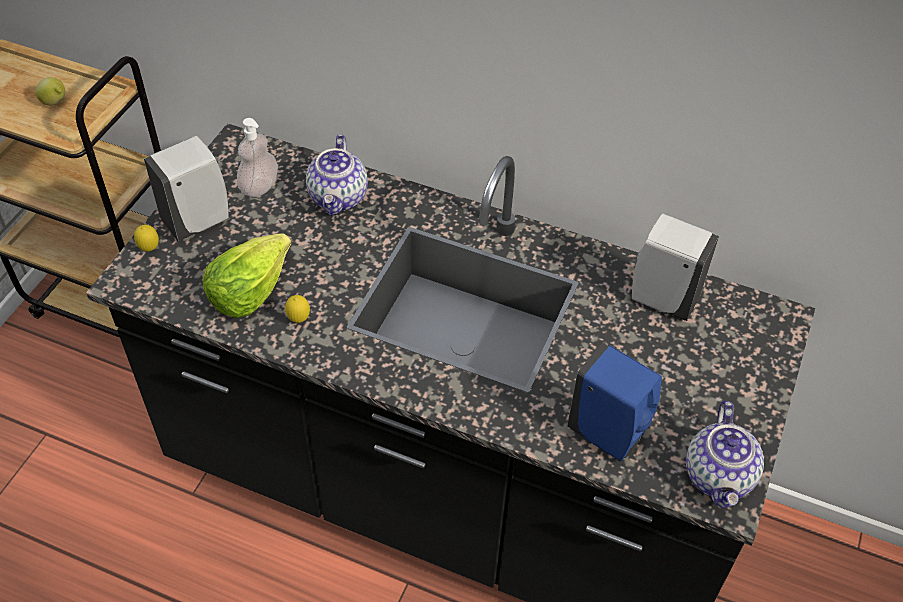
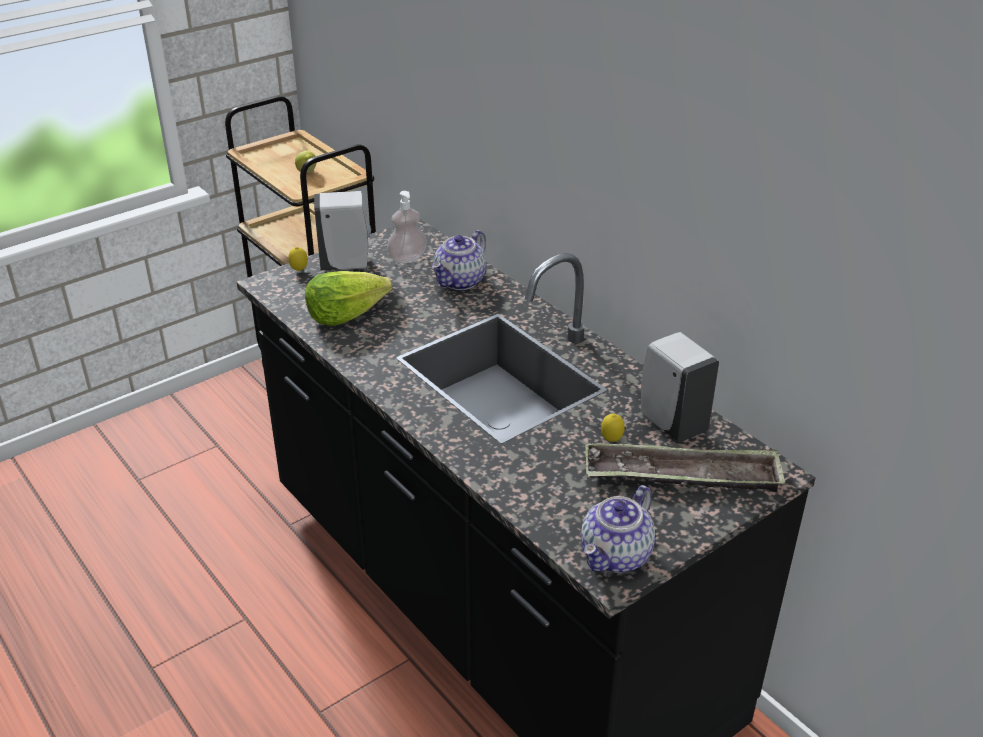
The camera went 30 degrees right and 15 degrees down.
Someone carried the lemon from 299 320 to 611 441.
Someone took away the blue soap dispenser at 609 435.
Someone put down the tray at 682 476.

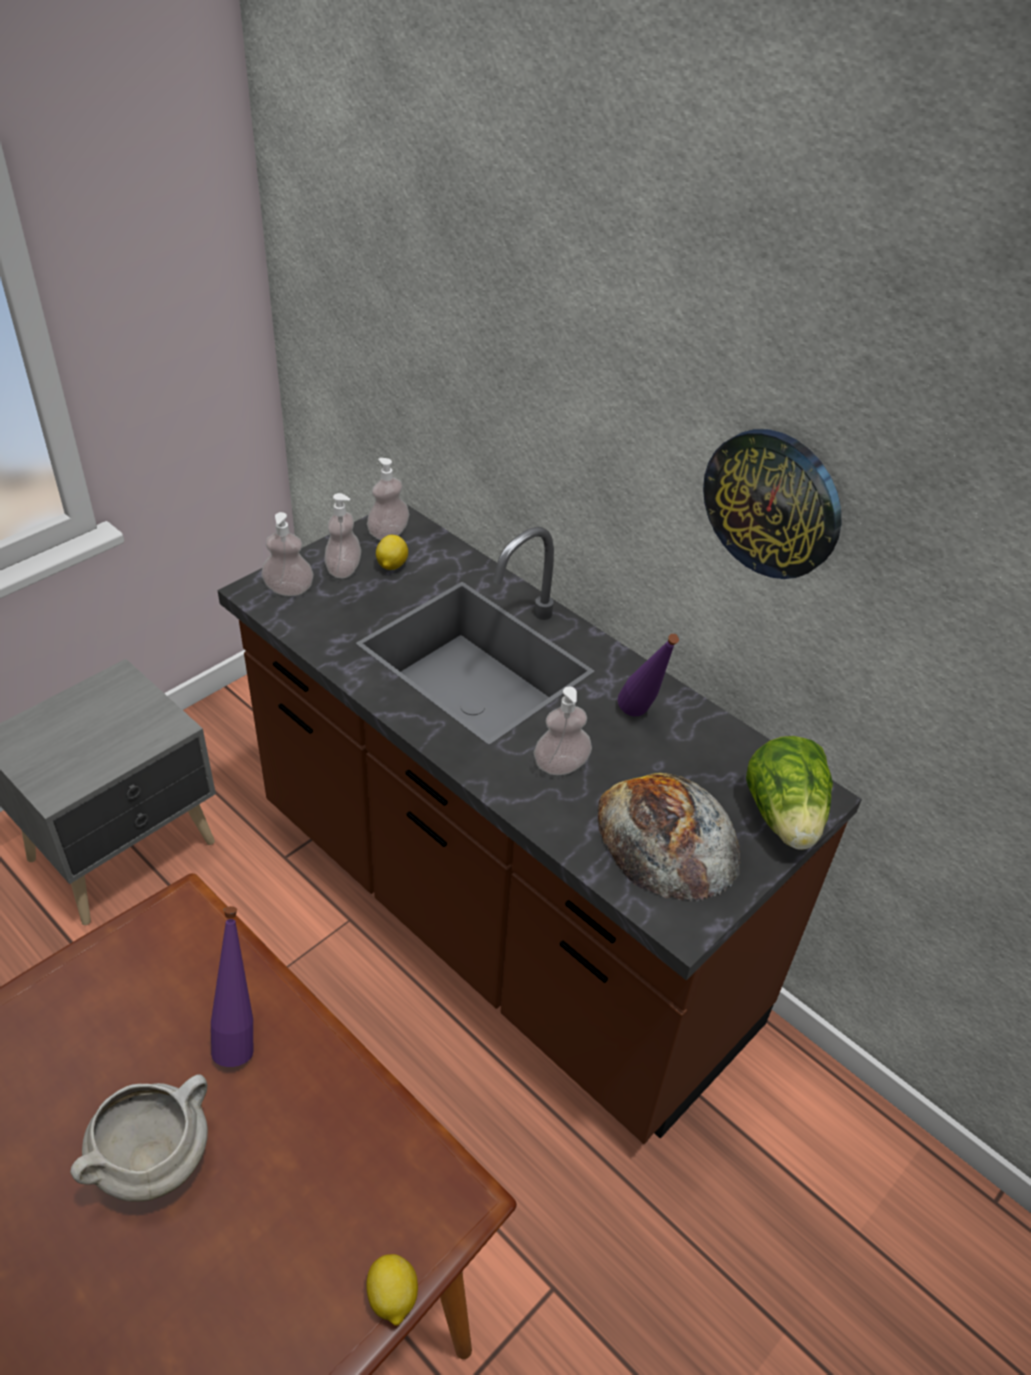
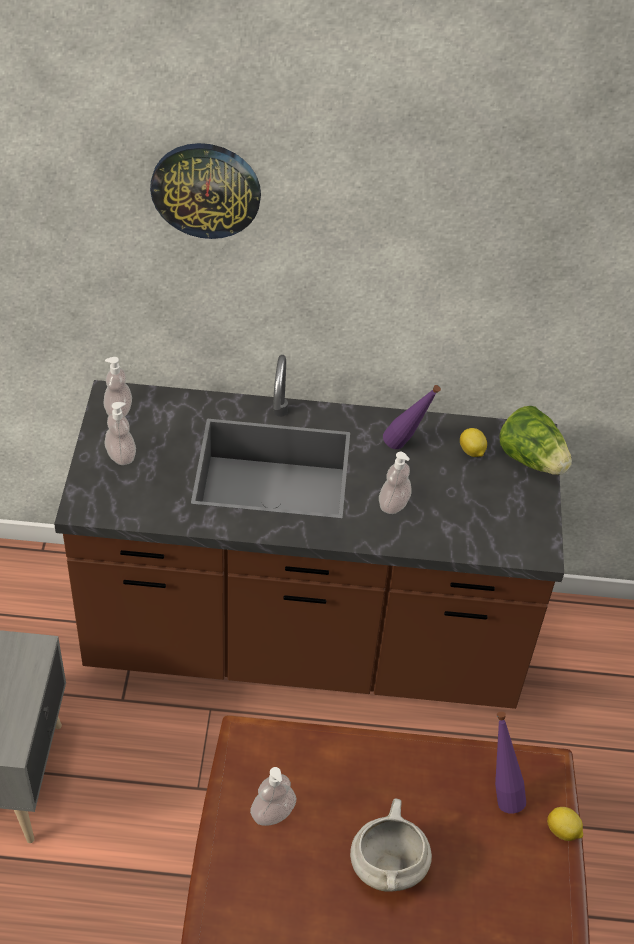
The camera went 40 degrees left and 5 degrees up.
Someone carried the purple bottle from 240 1034 to 500 792.
Someone carried the soap dispenser from 289 589 to 273 813.
Someone carried the lemon from 391 565 to 472 452.
Someone took away the bread at 667 836.
Someone carried the wall clock from 773 503 to 206 189.

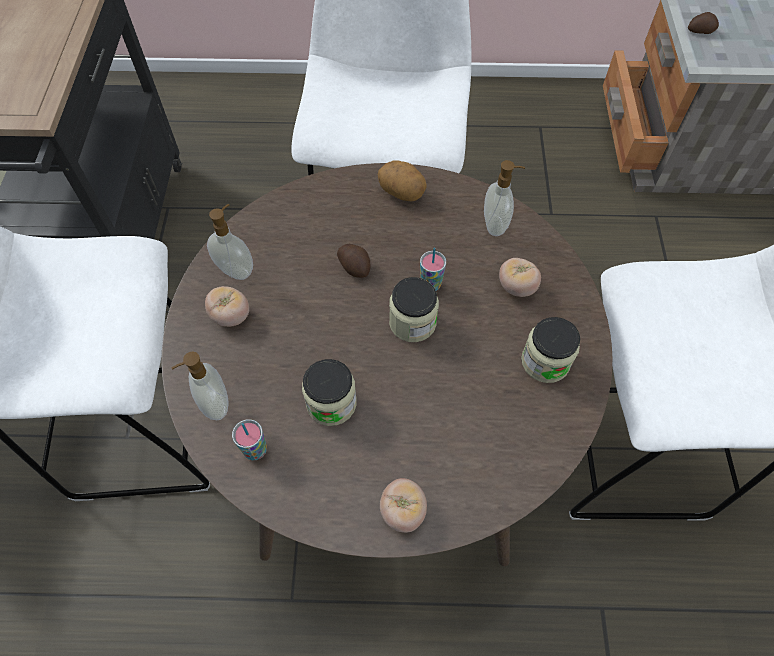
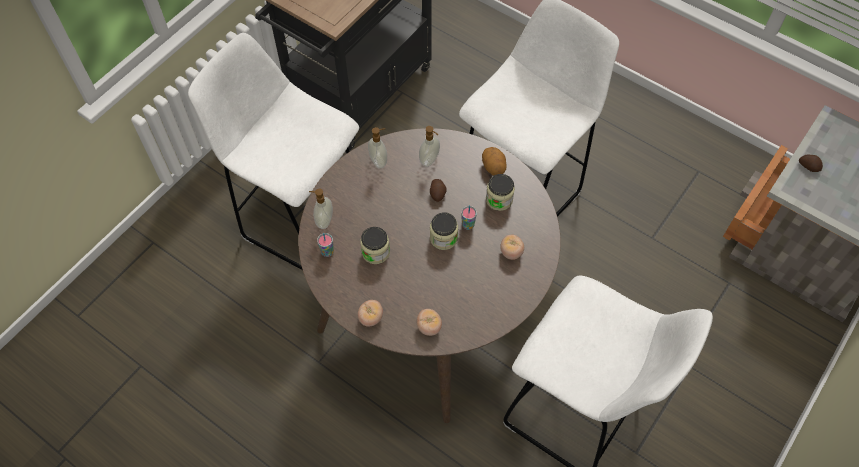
The camera went 35 degrees right and 0 degrees up.
Someone carried the tomato from 231 316 to 429 327.
Someone carried the soap dispenser from 496 225 to 430 160.
Someone carried the jar from 545 361 to 499 199.

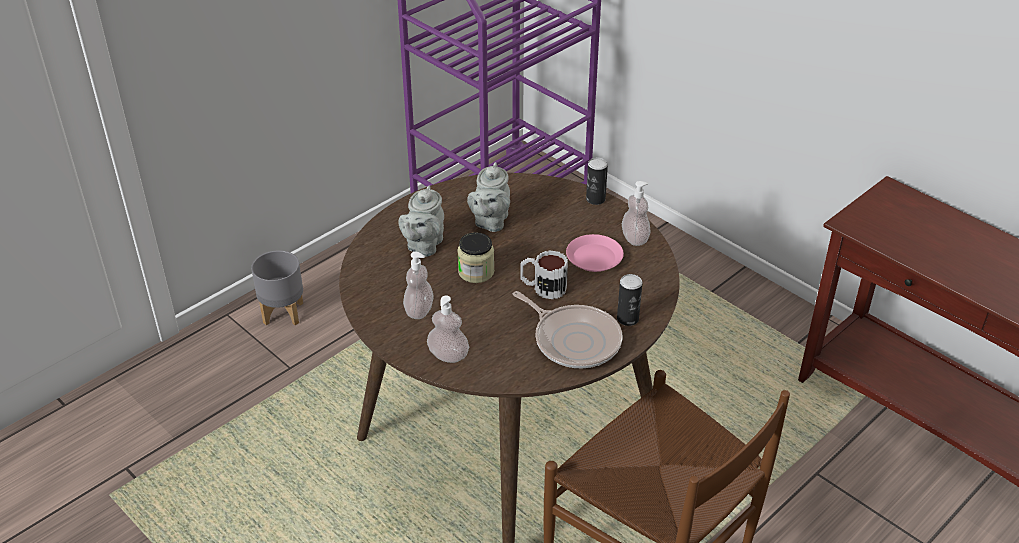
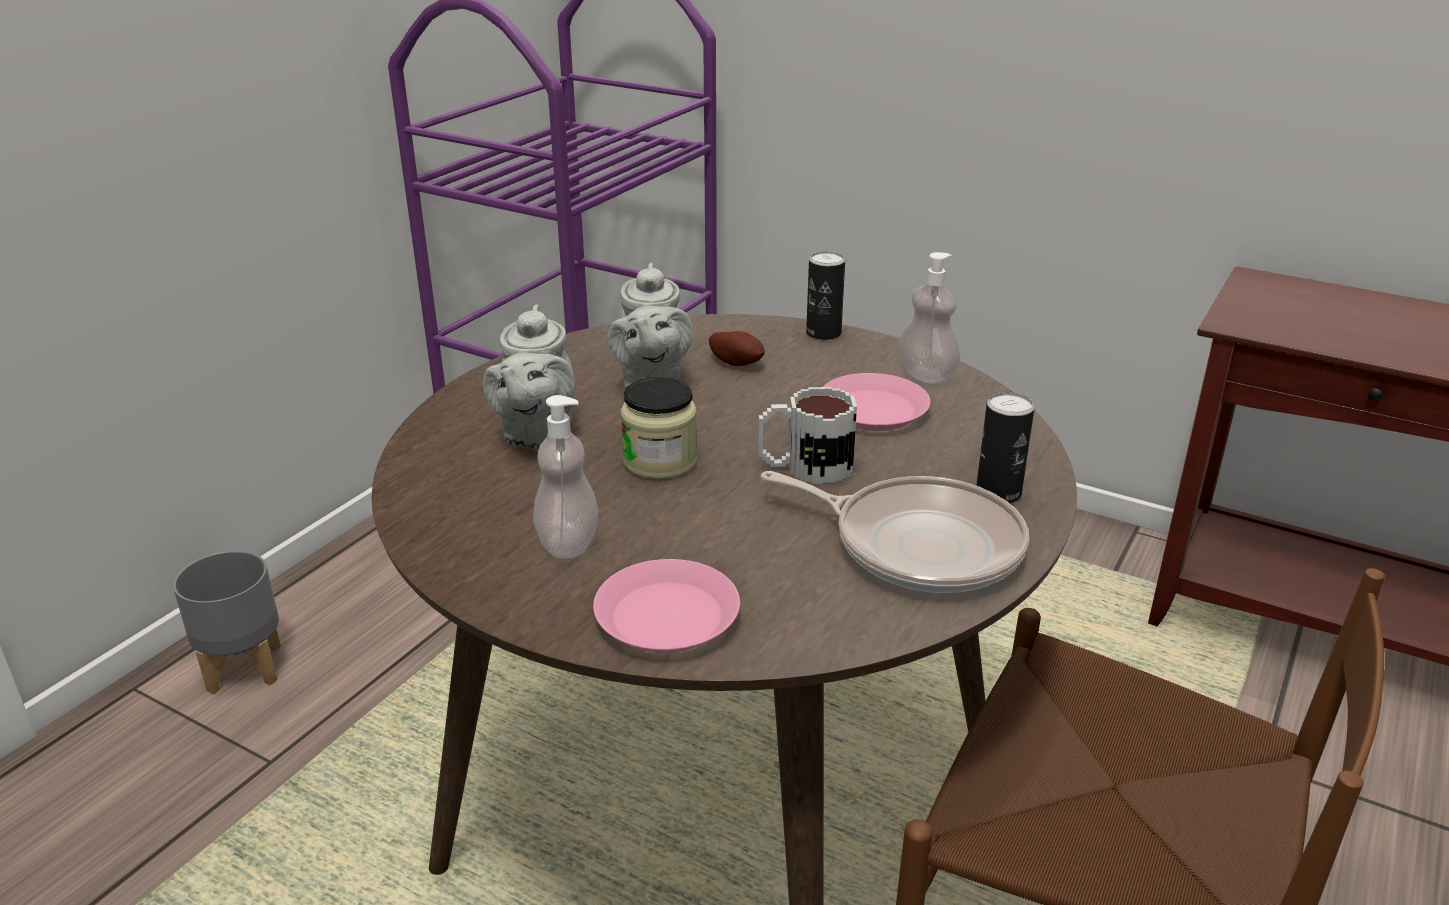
The camera went 15 degrees left and 10 degrees down.
Someone swapped the soap dispenser at 448 355 for the pink plate at 667 616.
Someone put down the potato at 737 363.

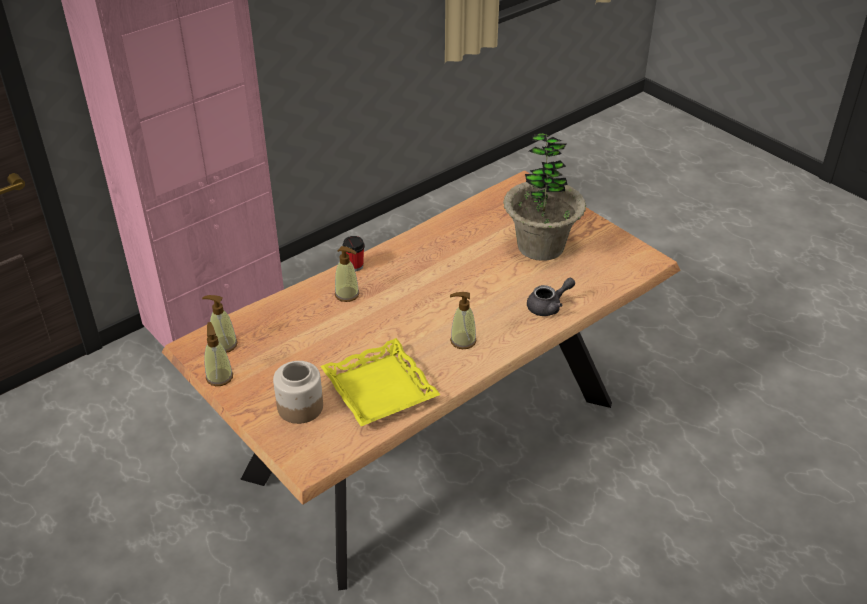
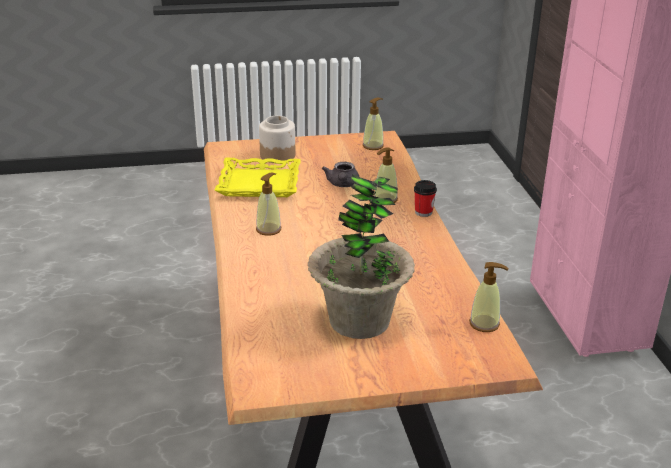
The camera went 120 degrees right and 10 degrees down.
Someone carried the soap dispenser from 219 377 to 484 324.
Someone carried the grey teapot from 548 306 to 342 185.

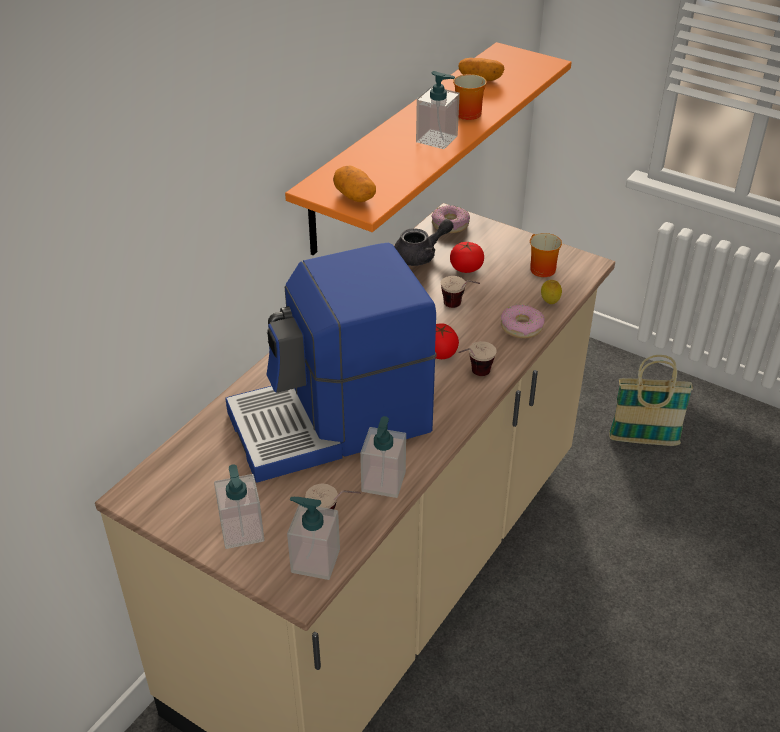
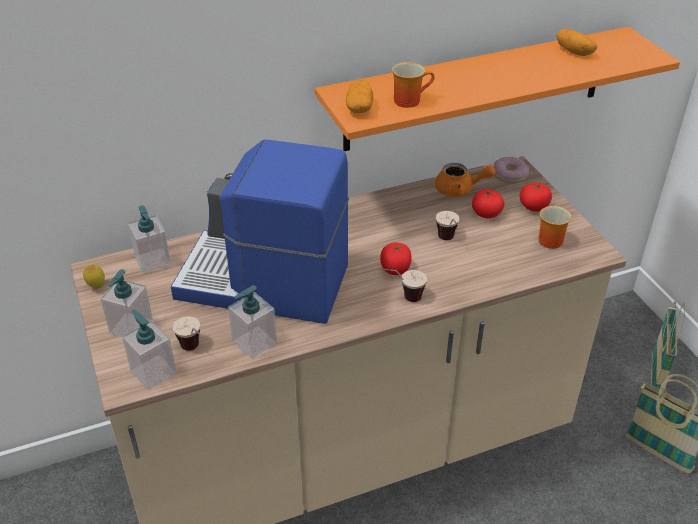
The camera went 35 degrees right and 0 degrees up.
Someone repainted the grey teapot at 421 256, which became the orange teapot at 460 190.
Someone carried the soap dispenser from 437 139 to 153 261.
Someone carried the mug from 468 112 to 409 99.
Someone took away the donut at 521 327.
Someone carried the lemon from 549 303 to 96 286.
Someone put down the tomato at 533 207.
Someone put down the basket at 654 379.

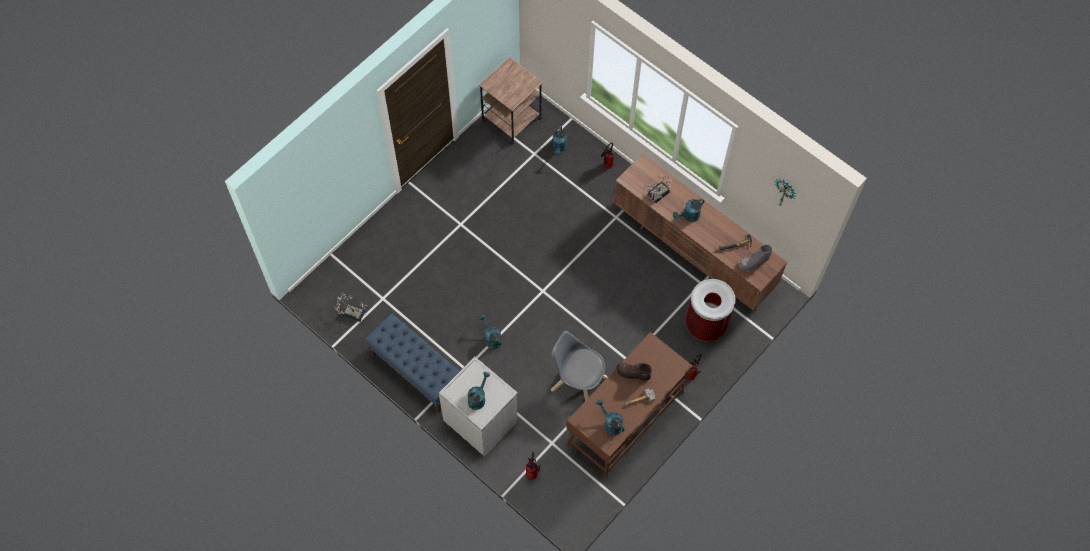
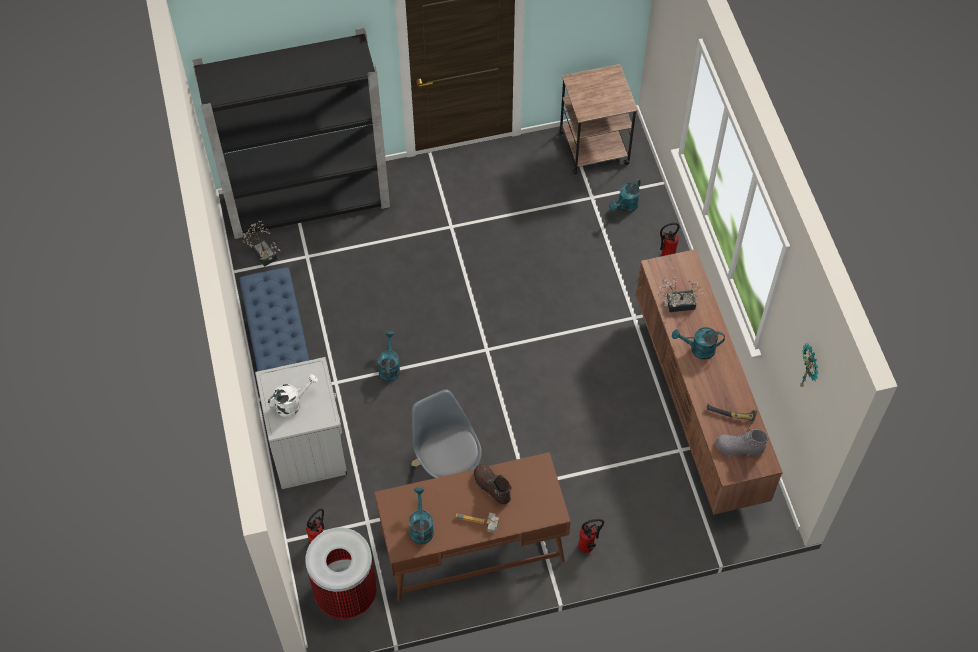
The camera went 35 degrees right and 5 degrees down.
Someone repainted the turquoise watering can at 478 397, which became the white watering can at 292 403.
Someone carried the trash can from 705 325 to 346 593.
Someone put down the black bookcase at 308 201.

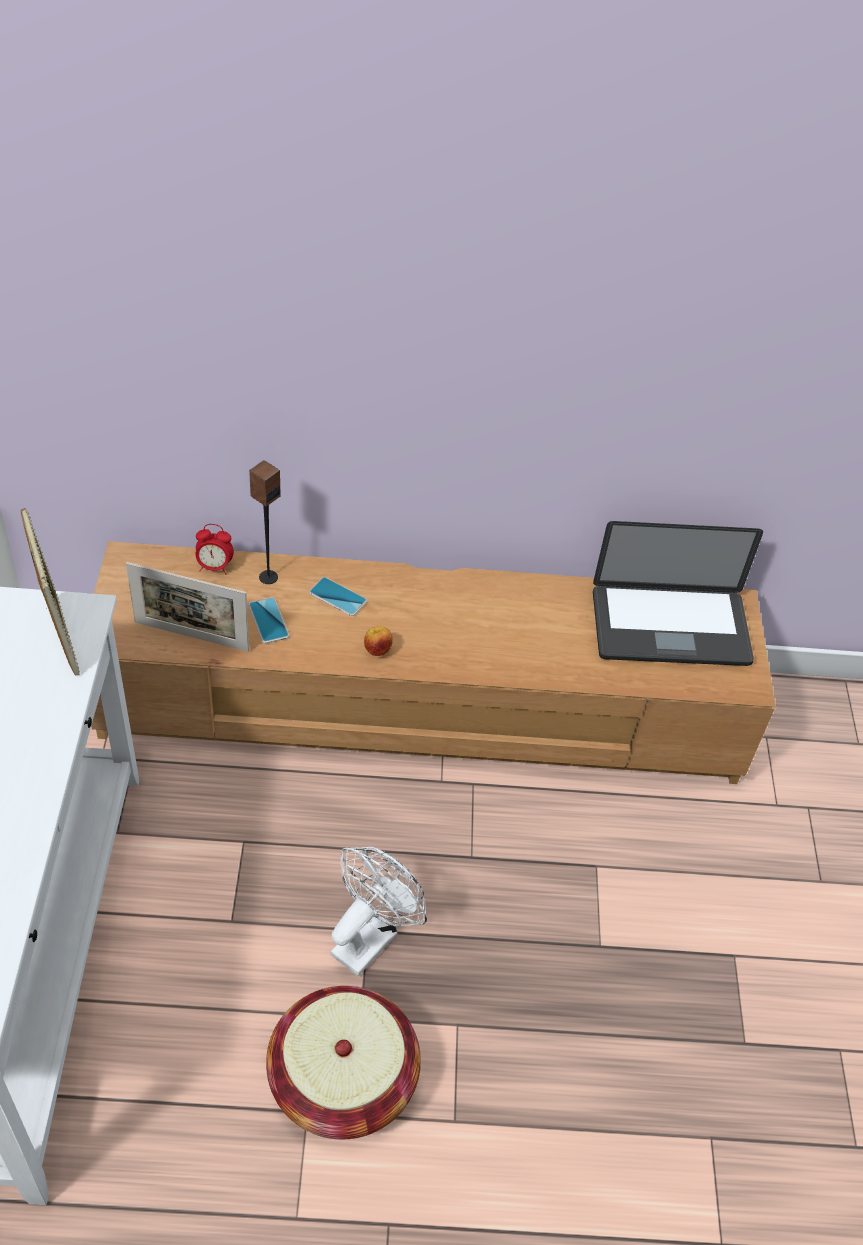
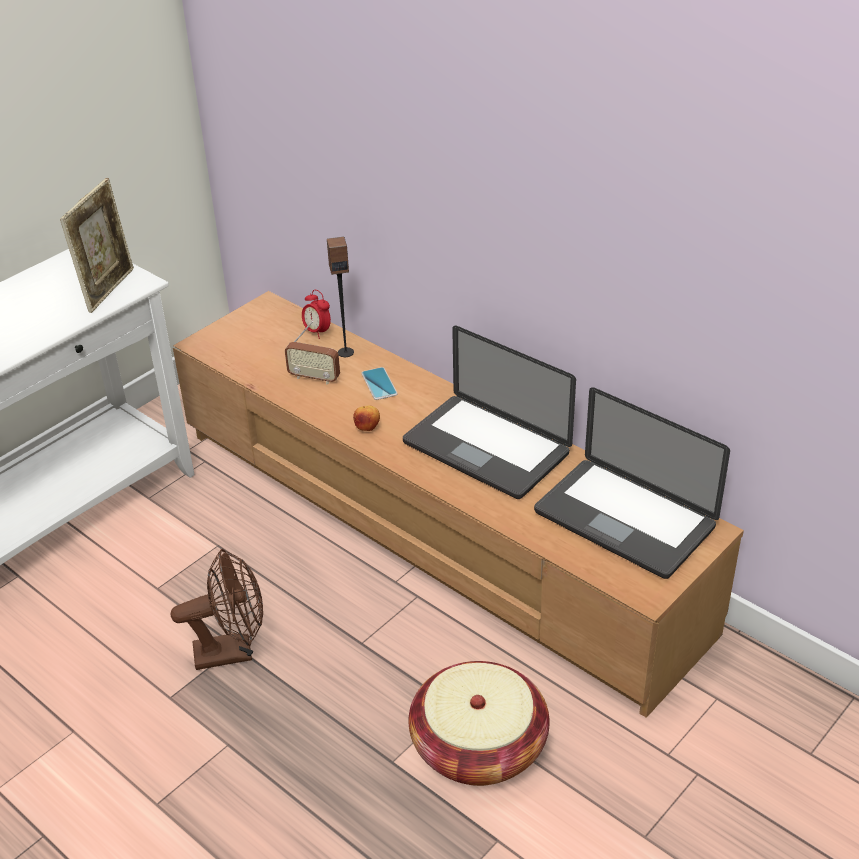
The camera went 45 degrees right and 10 degrees down.
Someone took away the picture frame at 191 636.
Someone swapped the phone at 268 621 for the radio at 314 378.
Someone carried the basket from 343 1079 to 479 747.
Someone repainted the white fan at 370 936, which became the brown fan at 233 651.
Someone put down the laptop at 486 448.

